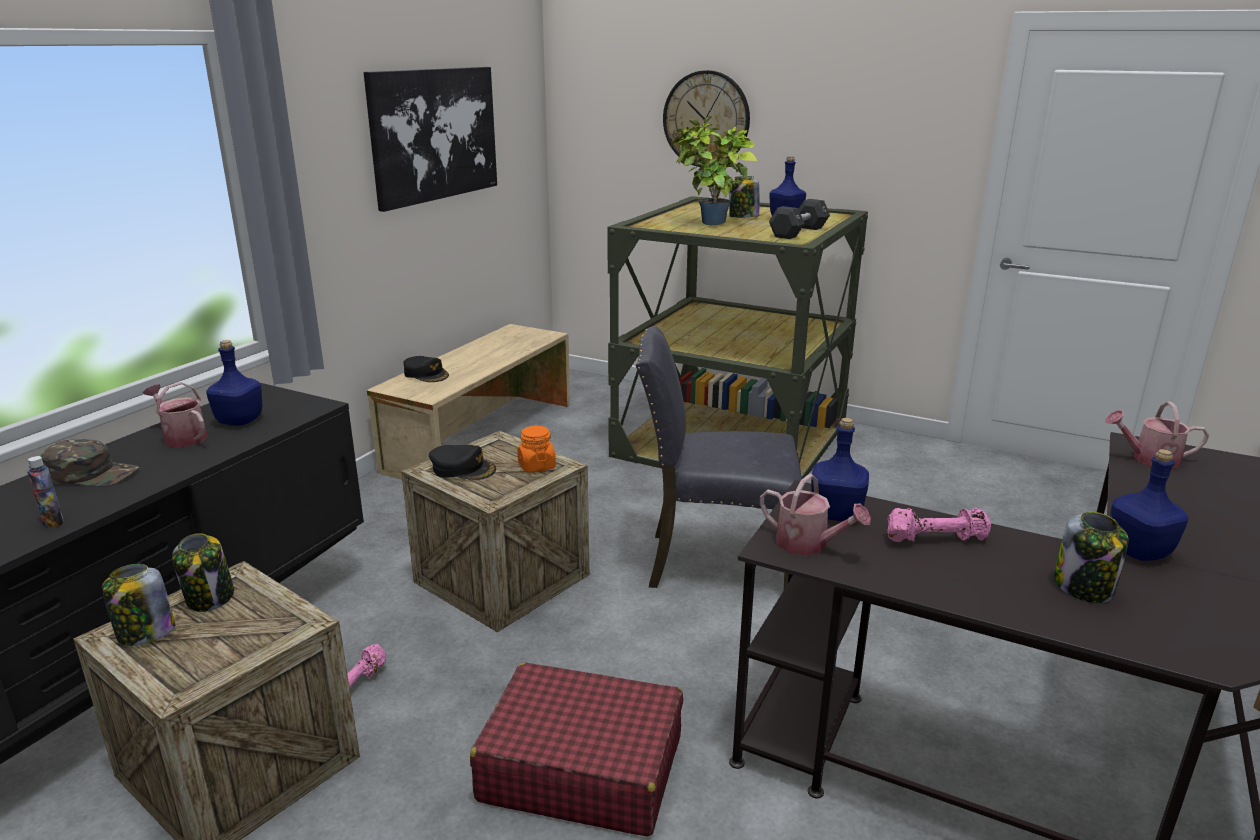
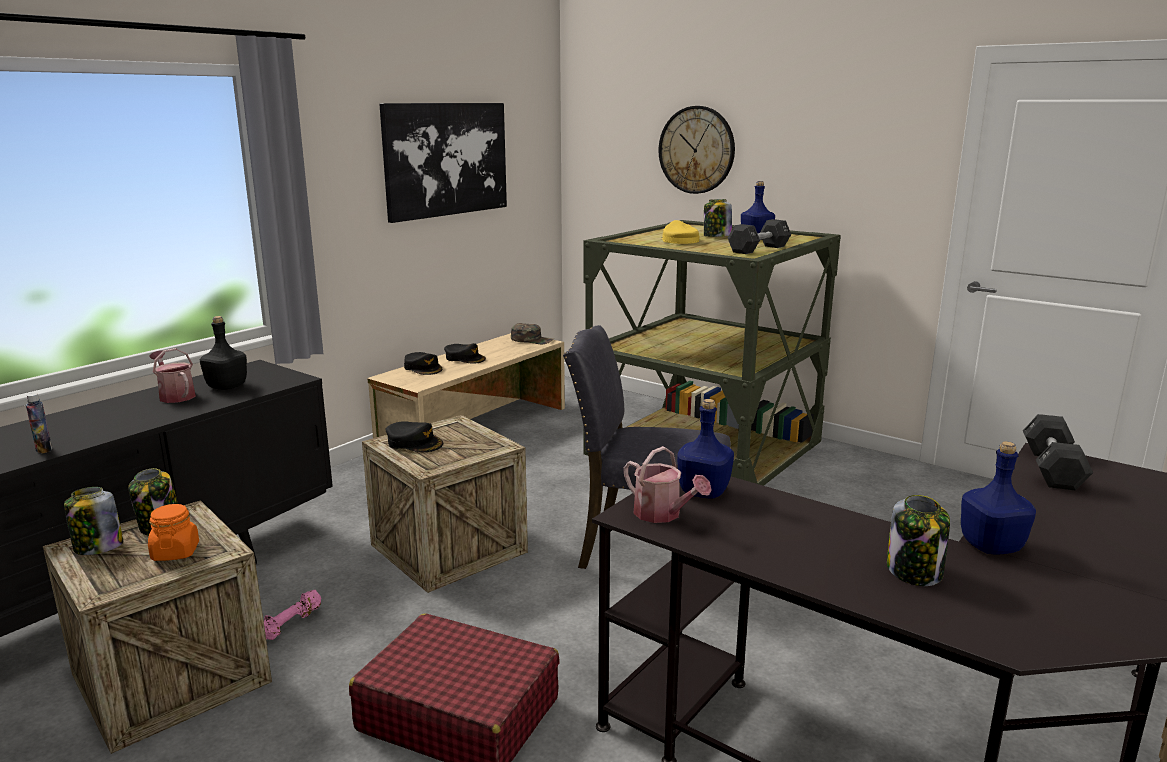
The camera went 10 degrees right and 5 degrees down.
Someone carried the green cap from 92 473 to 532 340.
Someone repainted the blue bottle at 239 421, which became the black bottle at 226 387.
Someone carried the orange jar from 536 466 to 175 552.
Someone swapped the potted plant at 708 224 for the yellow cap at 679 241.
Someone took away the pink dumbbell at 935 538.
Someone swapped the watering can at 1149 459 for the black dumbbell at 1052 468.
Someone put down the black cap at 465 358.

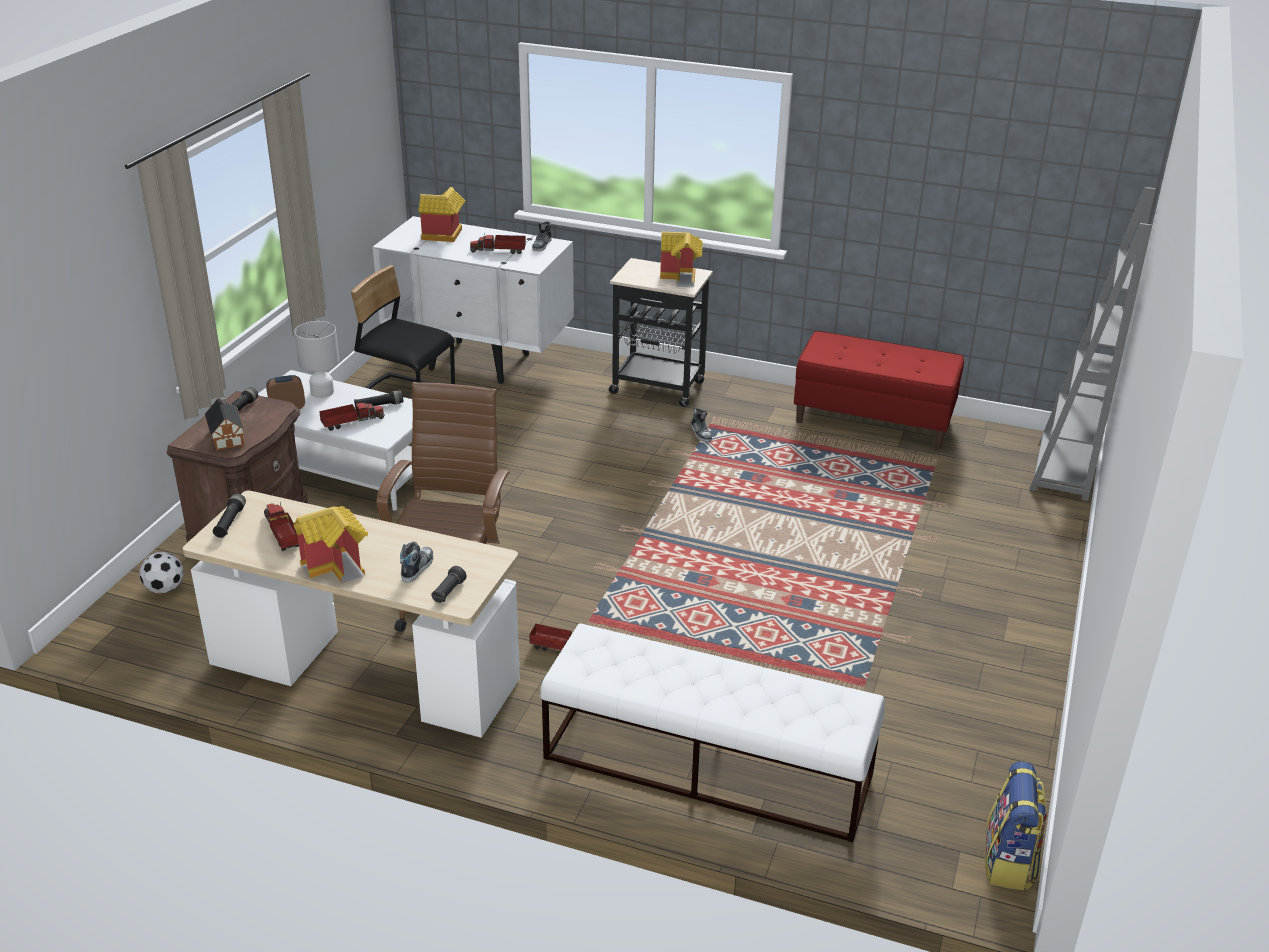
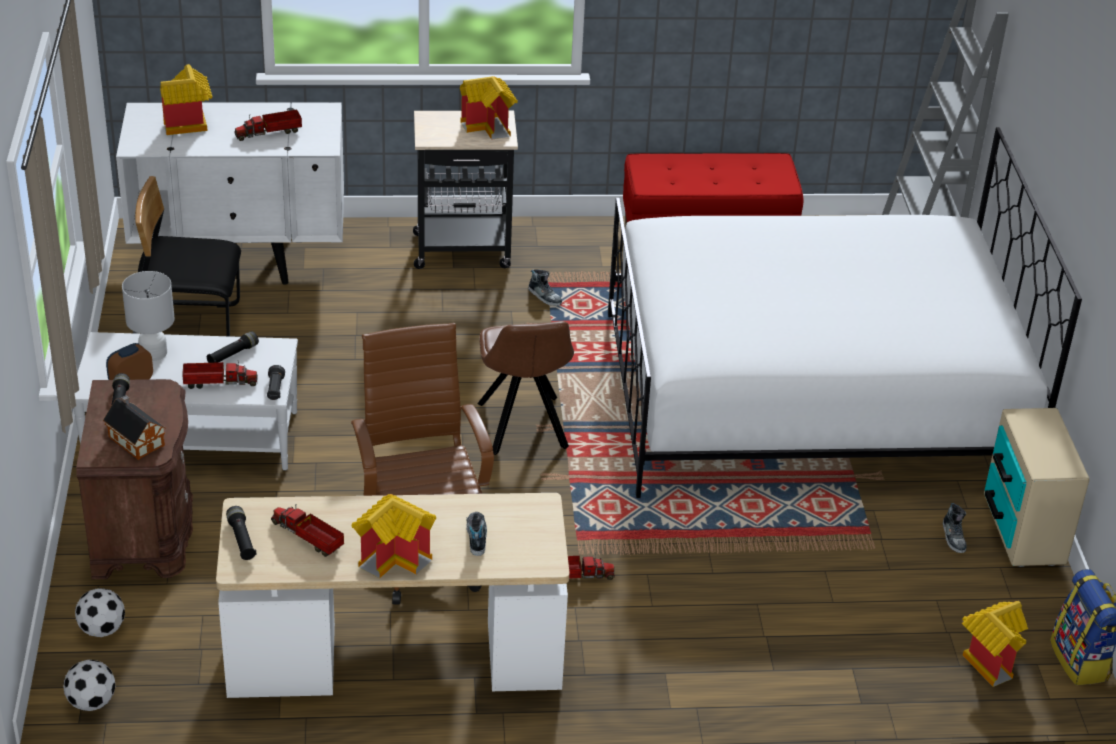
The camera went 25 degrees left and 5 degrees up.
Someone rotated the toy truck at 351 422 by 45 degrees clockwise.
Someone carried the black flashlight from 448 592 to 275 390.
Someone carried the shoe from 542 245 to 953 537.
Someone took away the white bench at 706 765.
Someone put down the football at 91 702.
Someone put down the brown chair at 523 426.
Someone put down the white bed at 811 398.
Someone put down the toy house at 988 660.
Someone put down the beige nightstand at 1020 535.

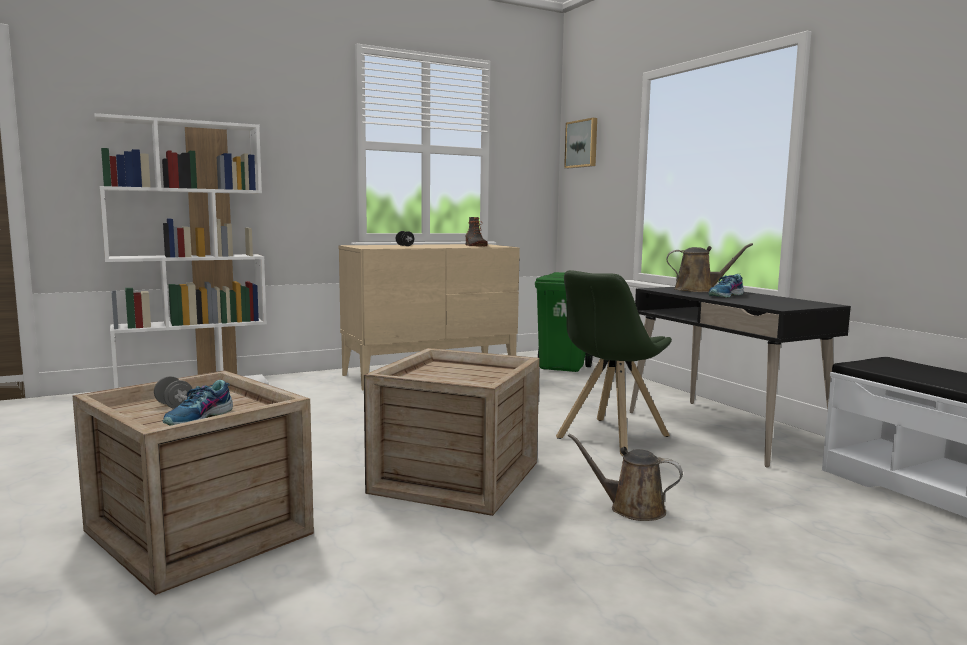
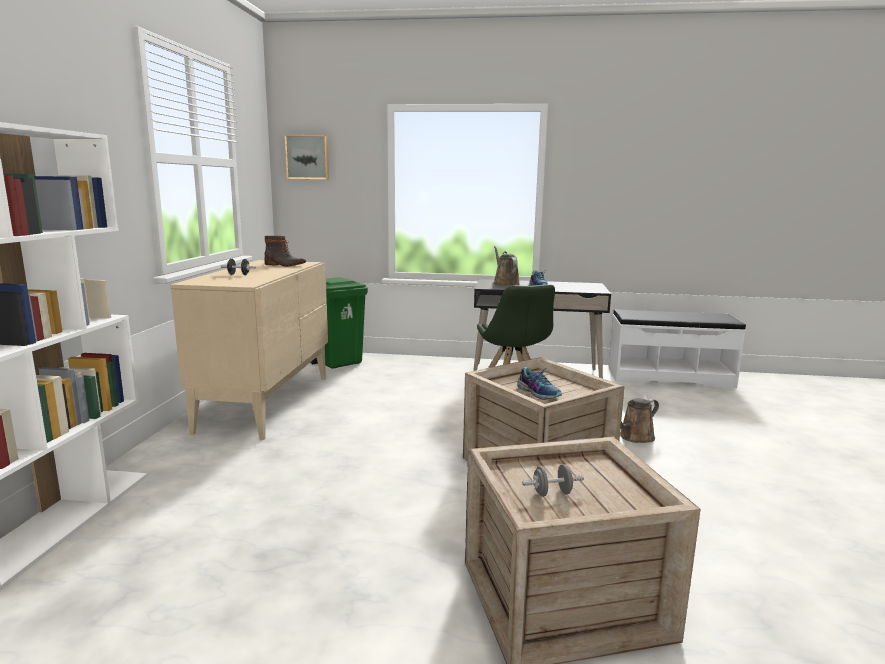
The camera went 55 degrees left and 5 degrees up.
Someone carried the shoe from 199 419 to 538 392.
Someone rotated the brown watering can at 698 290 by 60 degrees counterclockwise.

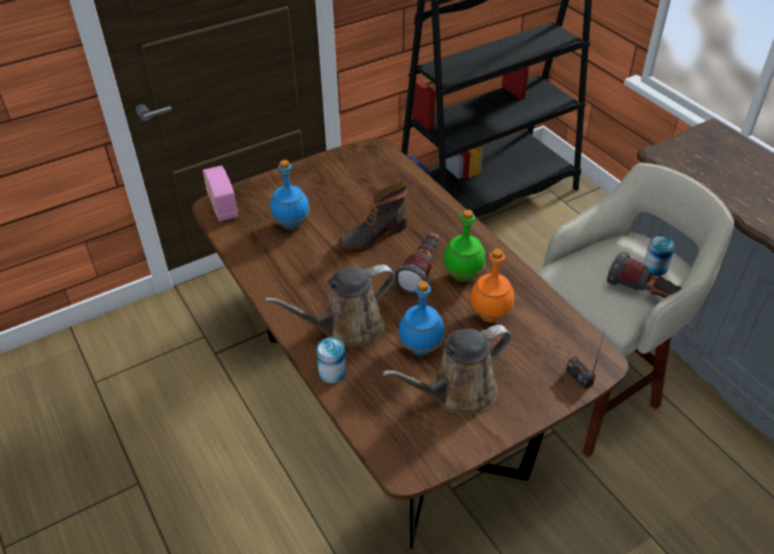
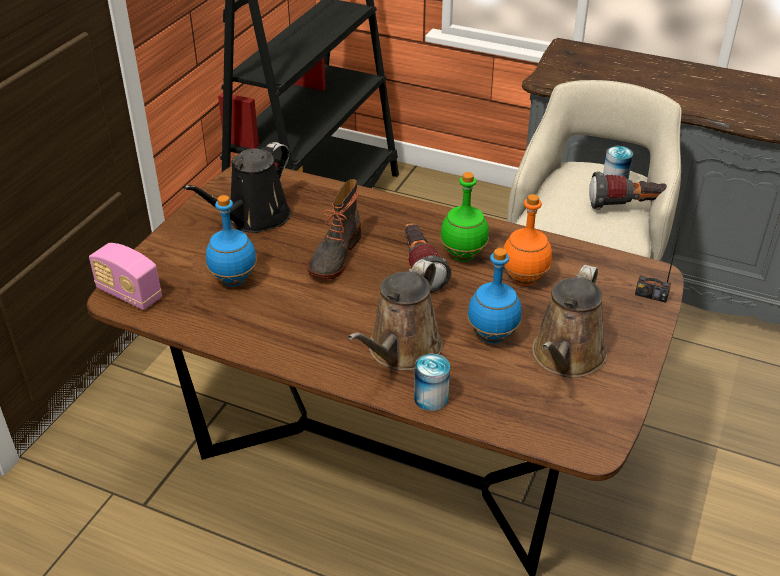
The camera went 35 degrees left and 5 degrees down.
Someone put down the black watering can at 254 219.

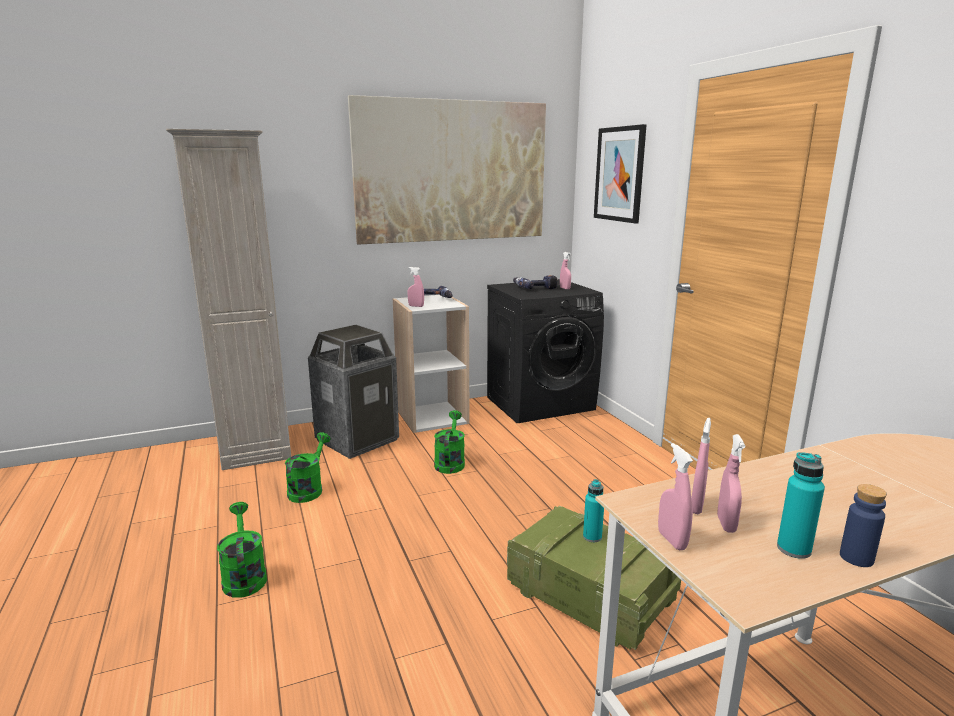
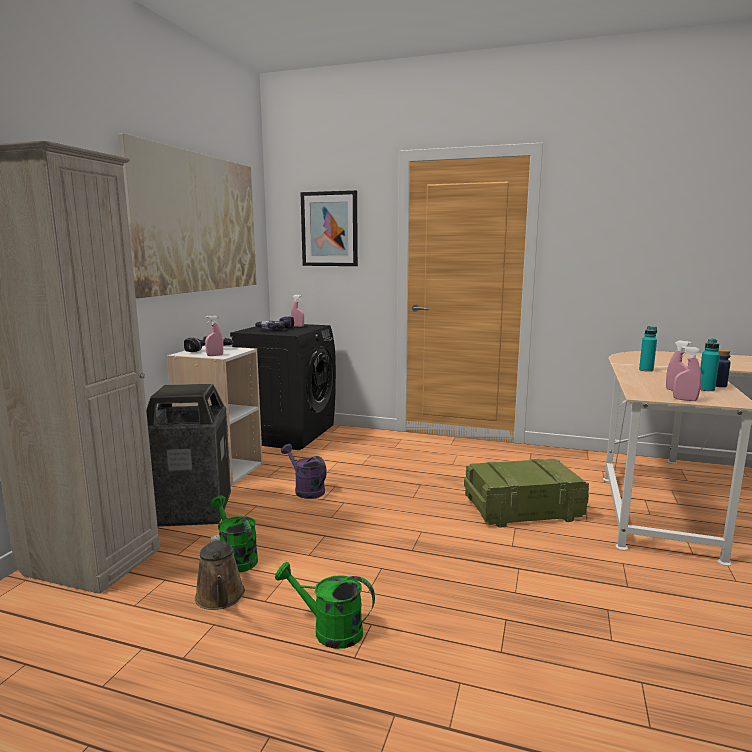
The camera went 50 degrees left and 5 degrees down.
Someone repainted the green watering can at 450 462, which became the purple watering can at 306 490.
Someone carried the turquoise bottle from 592 537 to 646 370.
Someone took away the pink spray bottle at 696 506.
Someone put down the brown watering can at 220 598.

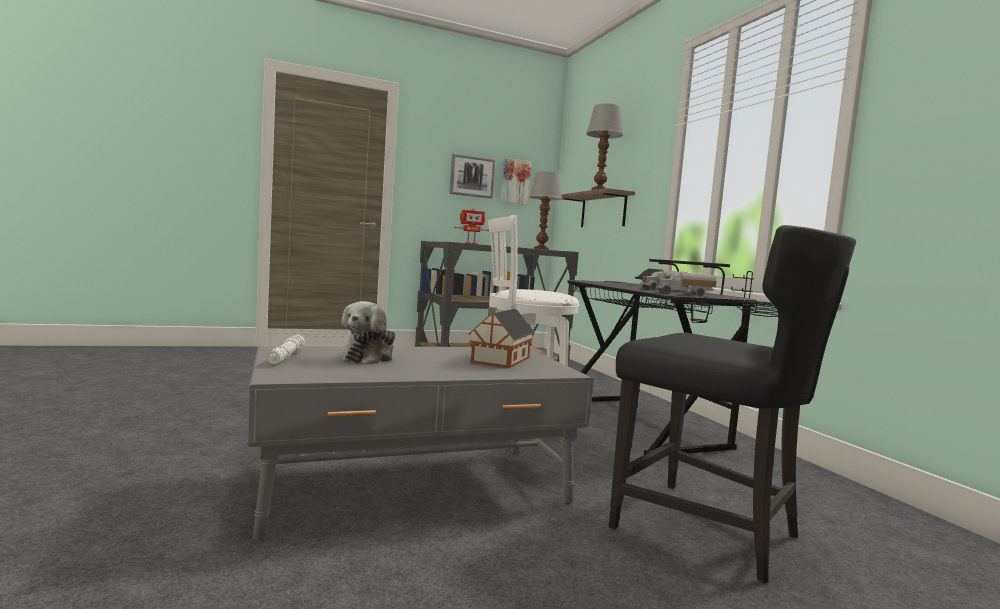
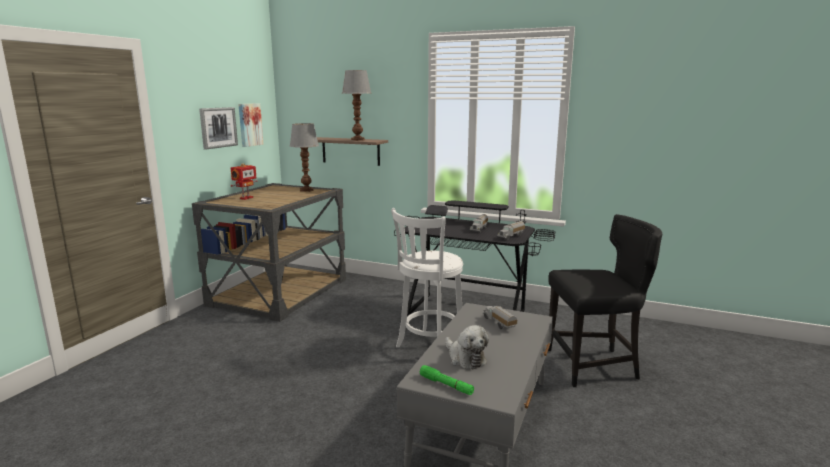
The camera went 45 degrees left and 10 degrees up.
Someone repainted the white flashlight at 286 357, which became the green flashlight at 446 385.
Someone swapped the toy house at 499 360 for the toy truck at 498 324.

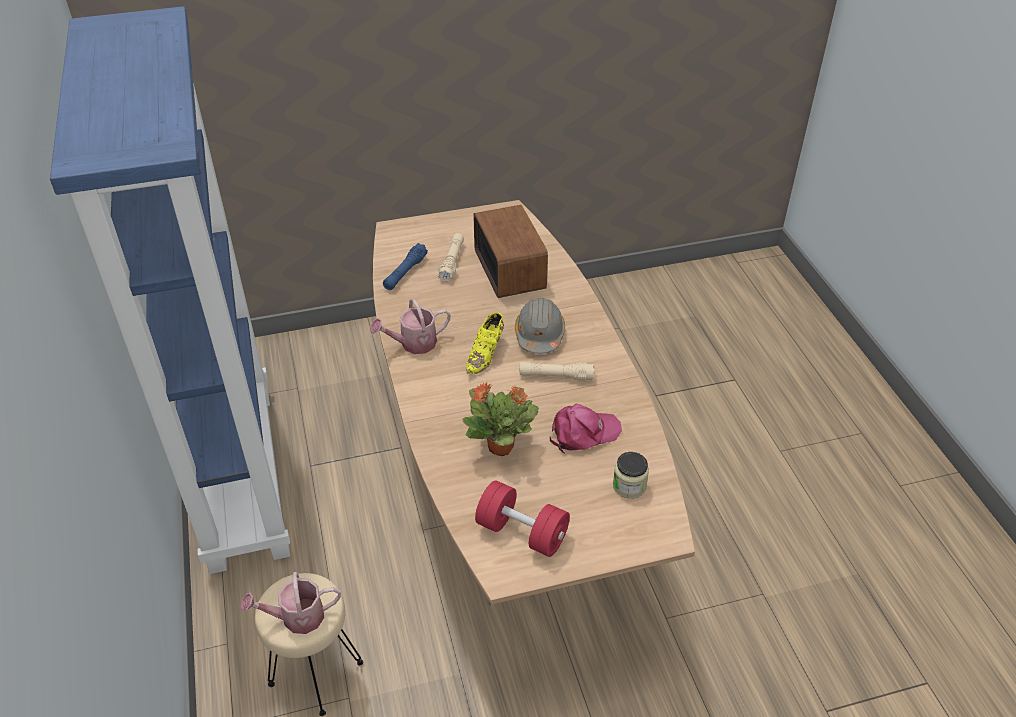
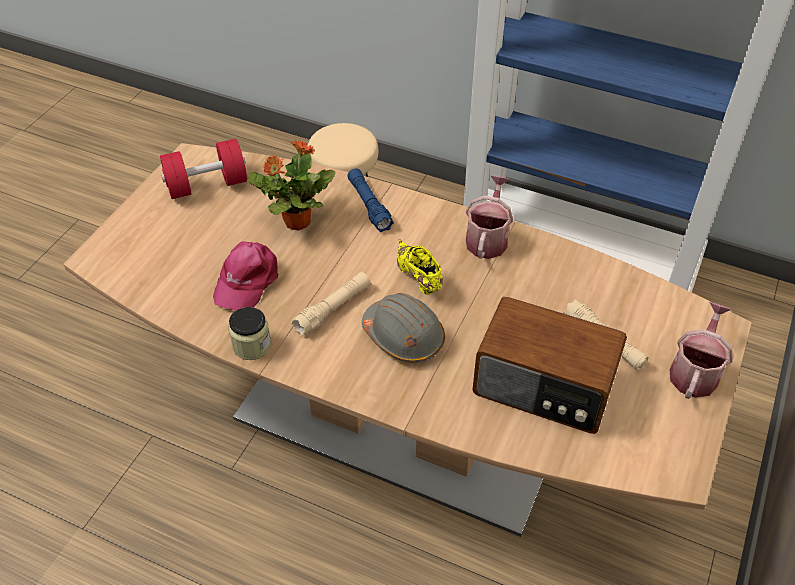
The camera went 130 degrees right and 5 degrees up.
Someone carried the watering can from 296 617 to 695 371.
Someone carried the blue flashlight from 405 273 to 369 205.
Someone carried the jar from 629 486 to 252 345.

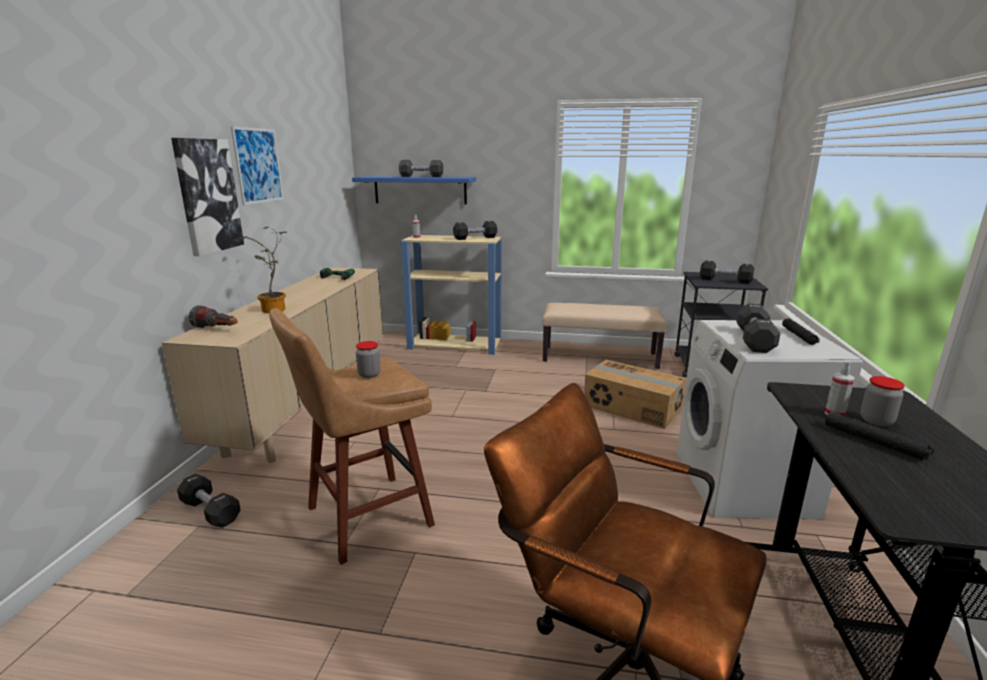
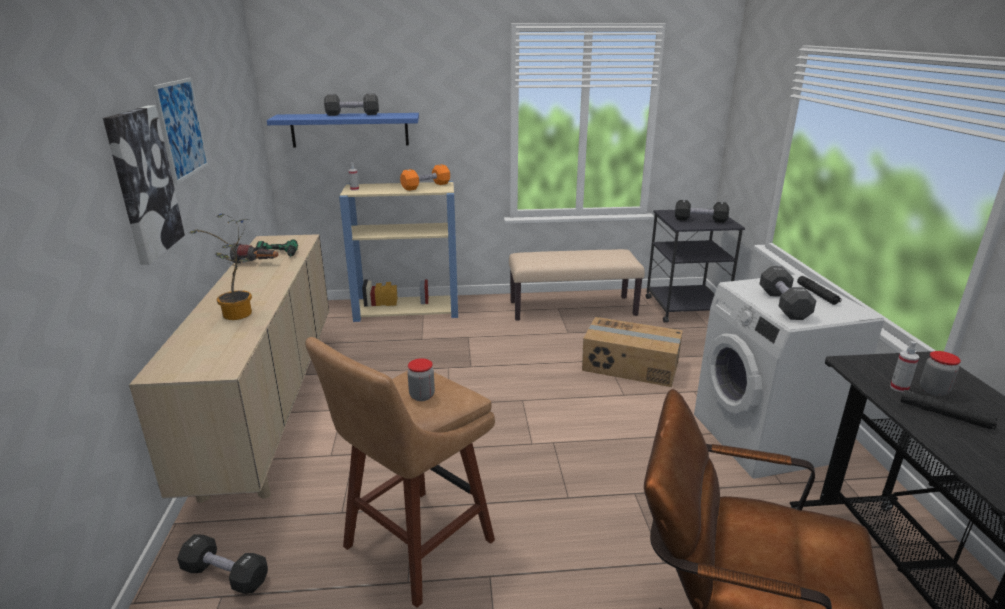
The camera went 15 degrees left and 5 degrees up.
Someone carried the flashlight from 217 330 to 257 263.
Someone repainted the black dumbbell at 475 238, which became the orange dumbbell at 426 186.

